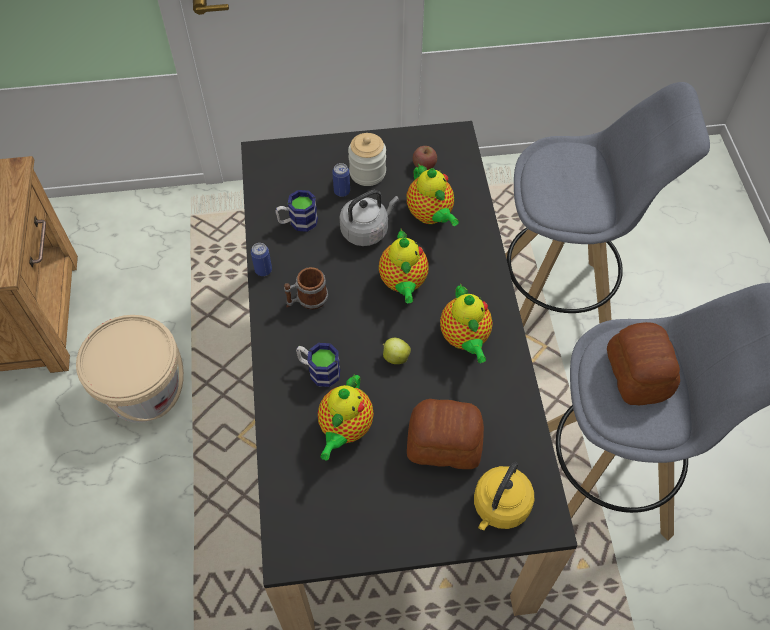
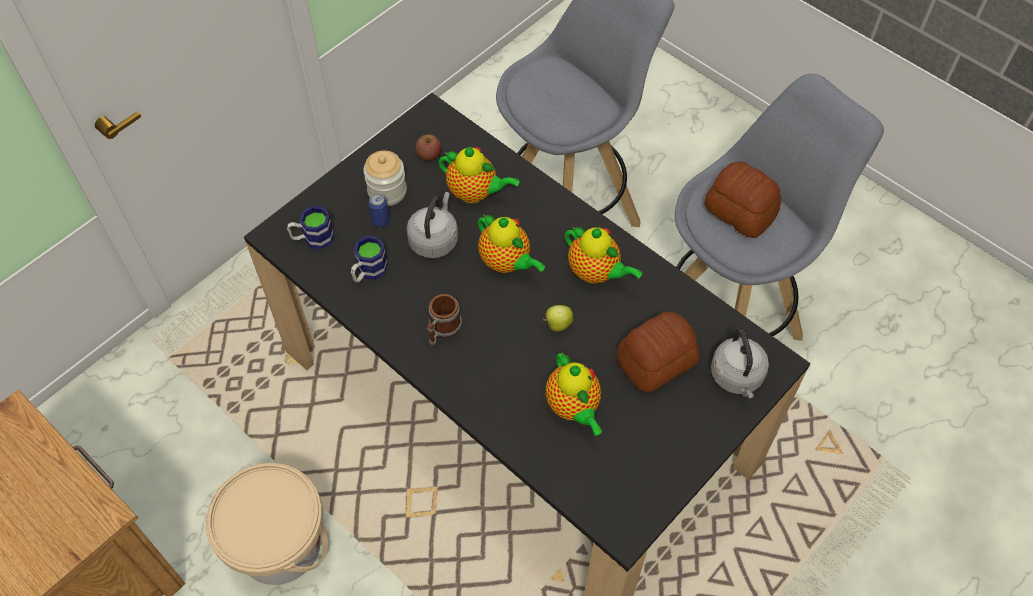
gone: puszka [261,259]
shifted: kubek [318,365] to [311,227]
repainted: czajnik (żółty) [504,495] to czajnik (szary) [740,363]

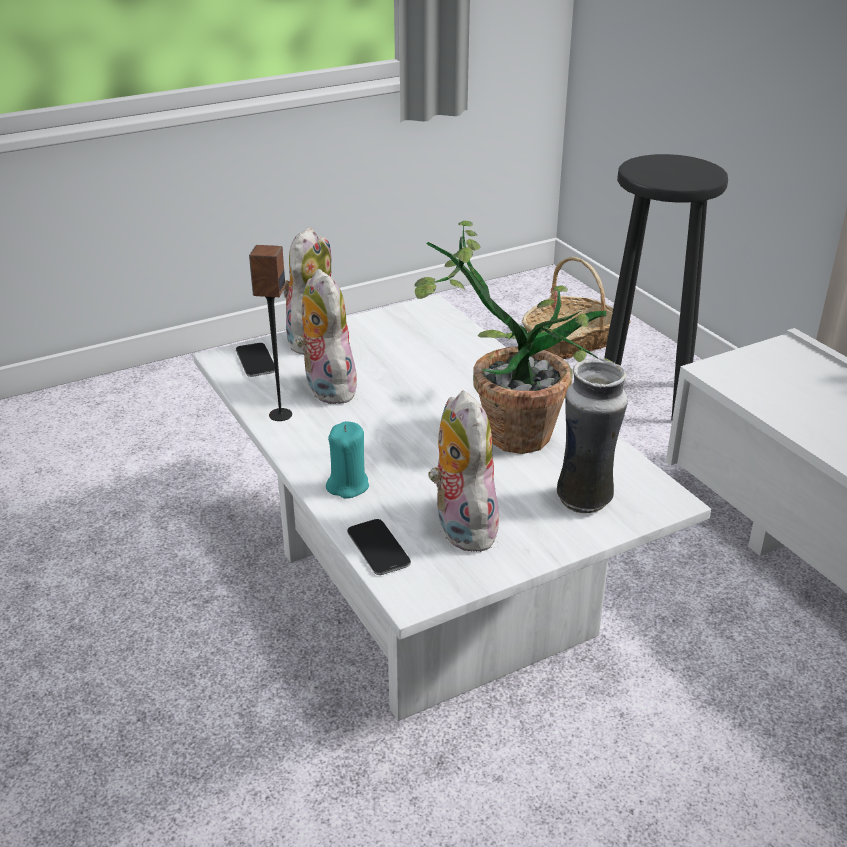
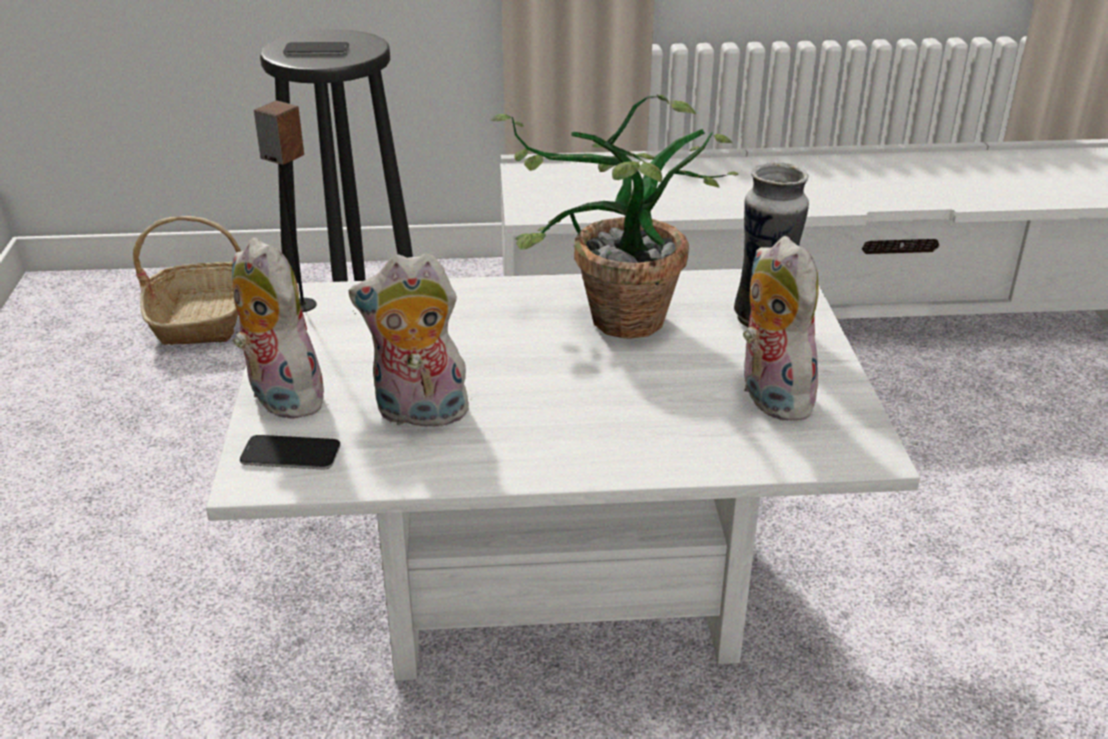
gone: świeca (turkusowy) [347,460]
shifted: głośnik [270,333] to [285,206]; telefon [379,547] to [316,48]
rotated: pluszak [464,471] = [782,328] 60 degrees clockwise

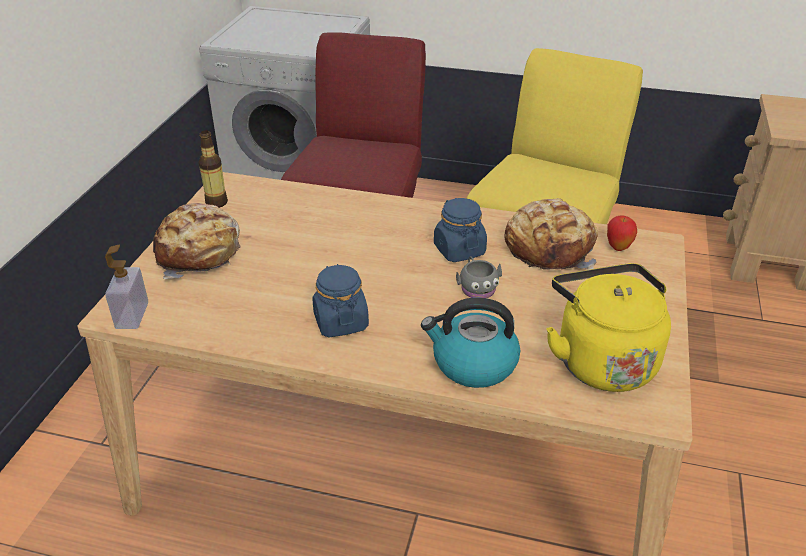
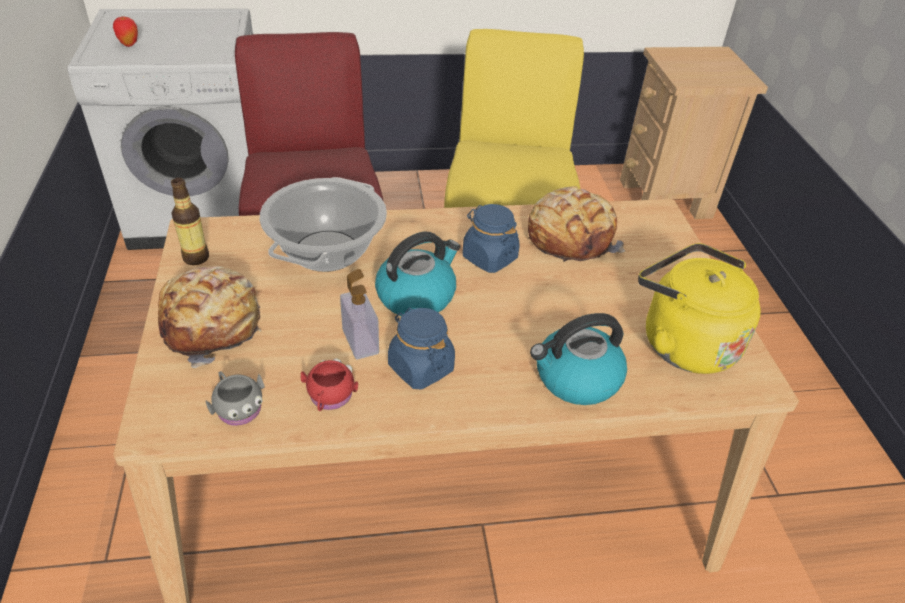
new: garnek [323,224]; czajnik [417,274]; kubek (czerwony) [329,384]
shifted: jabłko [622,233] to [125,32]; dozownik mydła [126,287] to [359,314]; kubek (szary) [479,277] to [235,398]

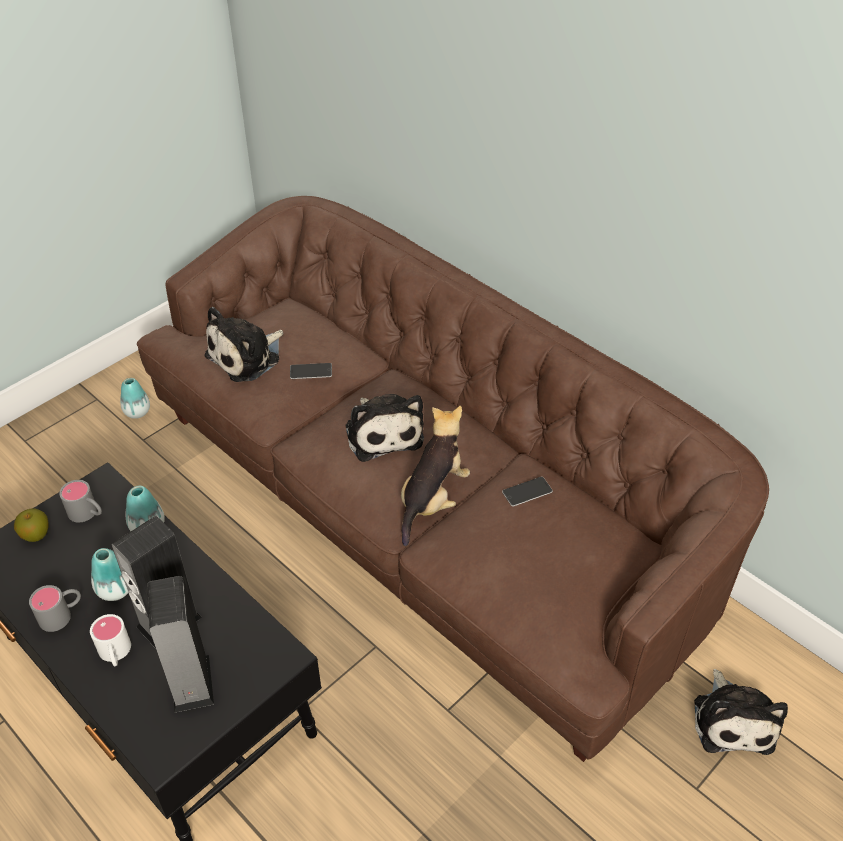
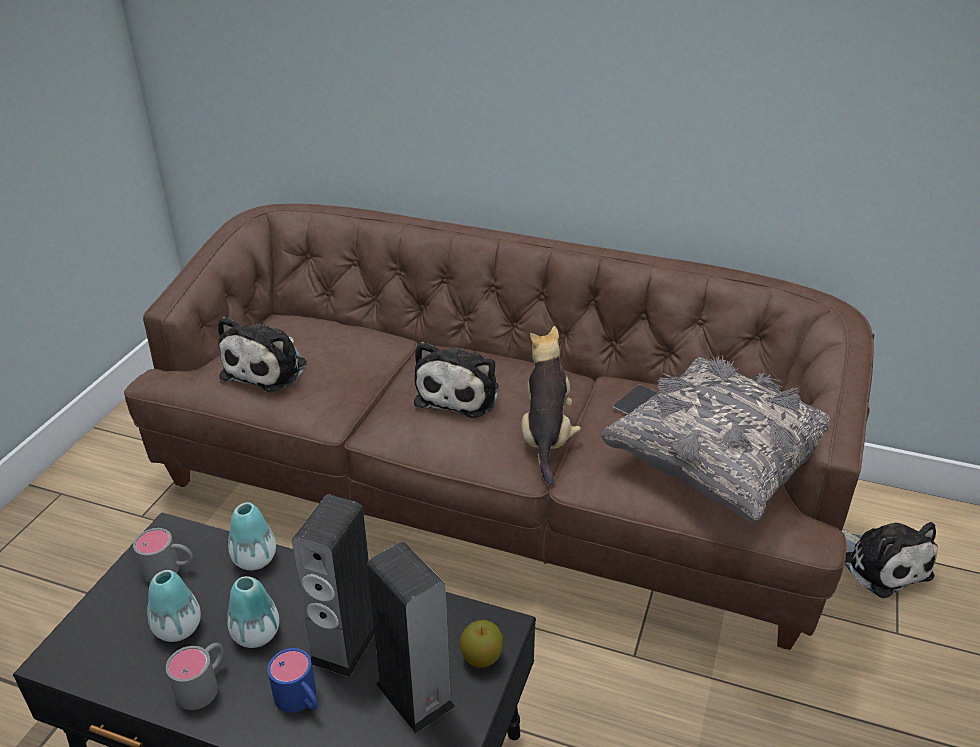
gone: telefon [311,371]
new: poduszka (szary) [715,438]
shifted: wazon [135,398] to [174,606]; jabłko [31,525] to [481,644]
repainted: kubek (biały) [110,640] to kubek (niebieski) [292,680]
rotated: pluszak [384,428] = [456,380] 60 degrees clockwise

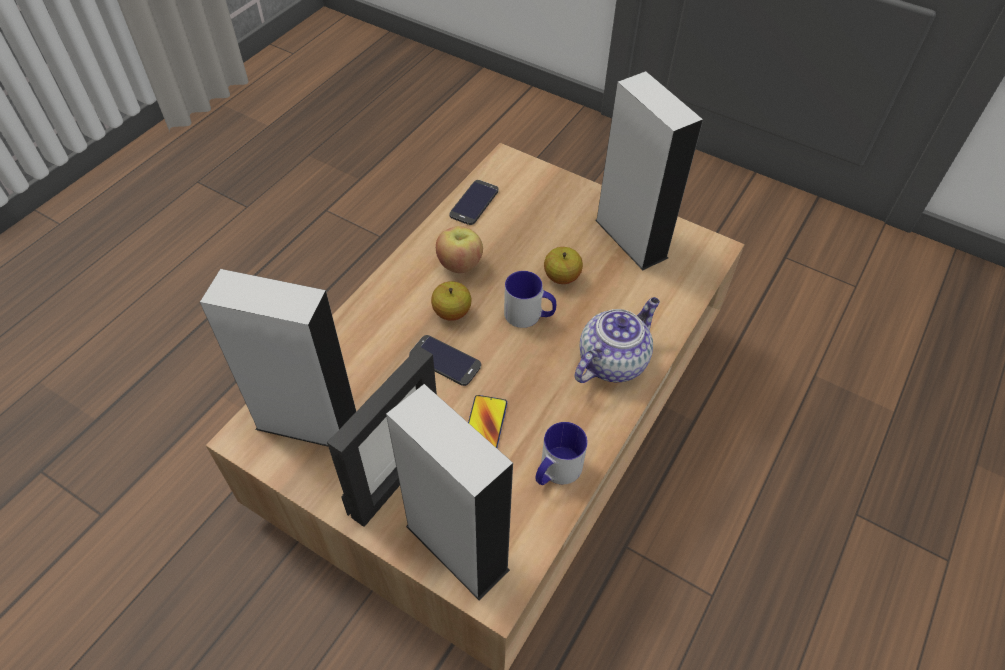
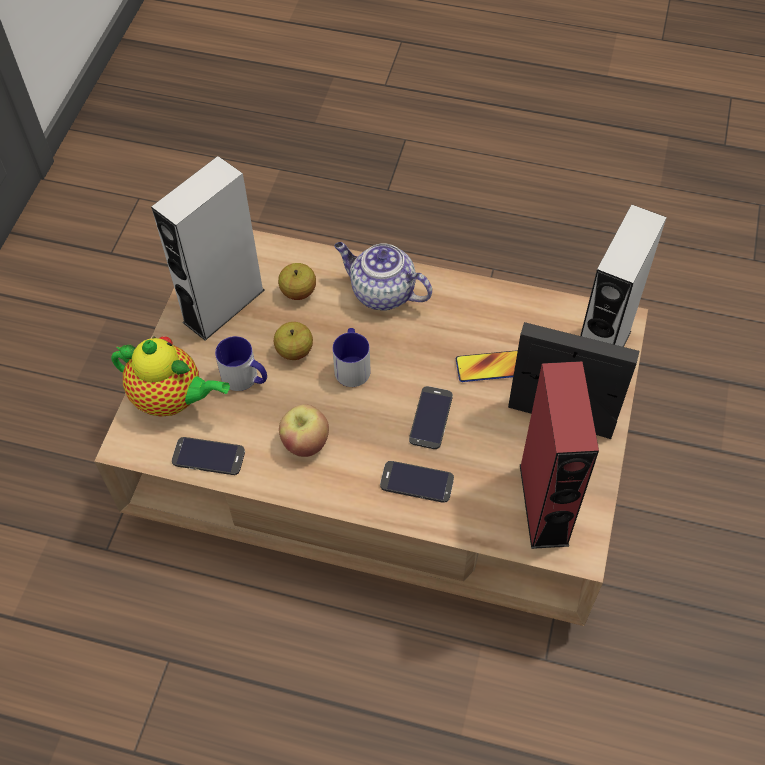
new: imbryk [170,376]; telefon [417,482]
shifted: jabłko [451,301] to [297,281]; kubek [561,453] to [241,363]
repainted: głośnik (szary) [278,357] to głośnik (czerwony) [559,455]

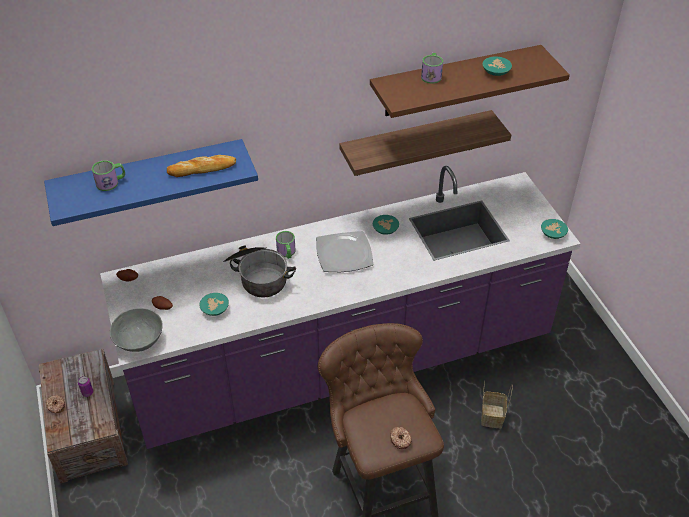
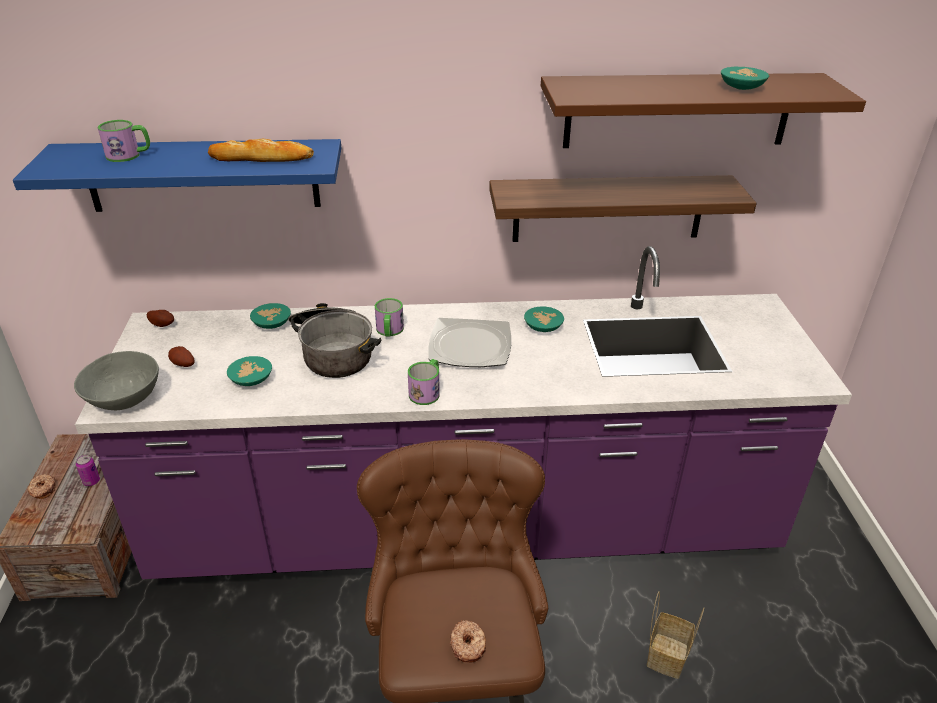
shifted: kubek [432,68] to [424,382]; miska (turkusowy) [554,229] to [270,316]

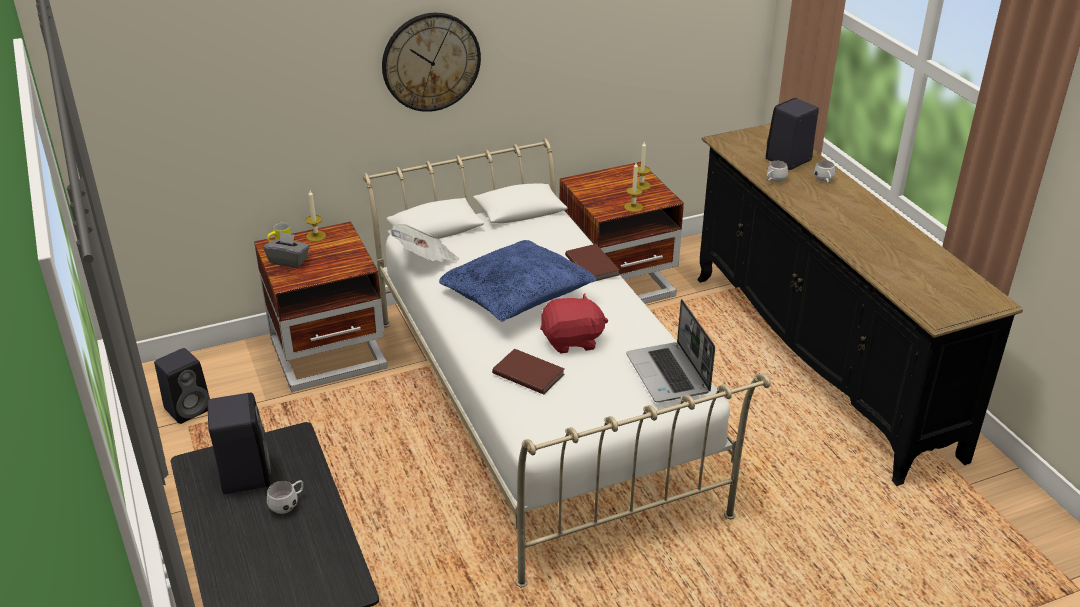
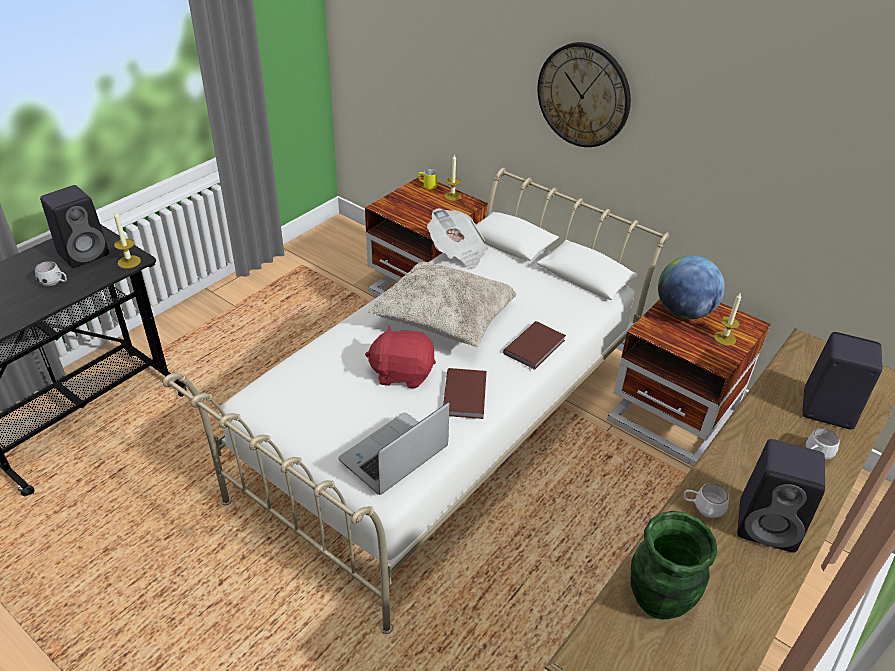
gone: pudełko chusteczek (szary) [286,250]
new: globus [691,287]; wazon (zielony) [674,565]
shifted: kubek (biały) [777,171] to [706,500]; świeca [633,187] to [127,240]; głośnik (czarny) [182,386] to [781,496]; książka (brązowy) [528,372] to [465,393]
repainted: poduszka (niebieski) [517,281] to poduszka (beżowy) [442,305]
rotated: pluszak (czerwony) [574,323] = [400,357] 135 degrees clockwise

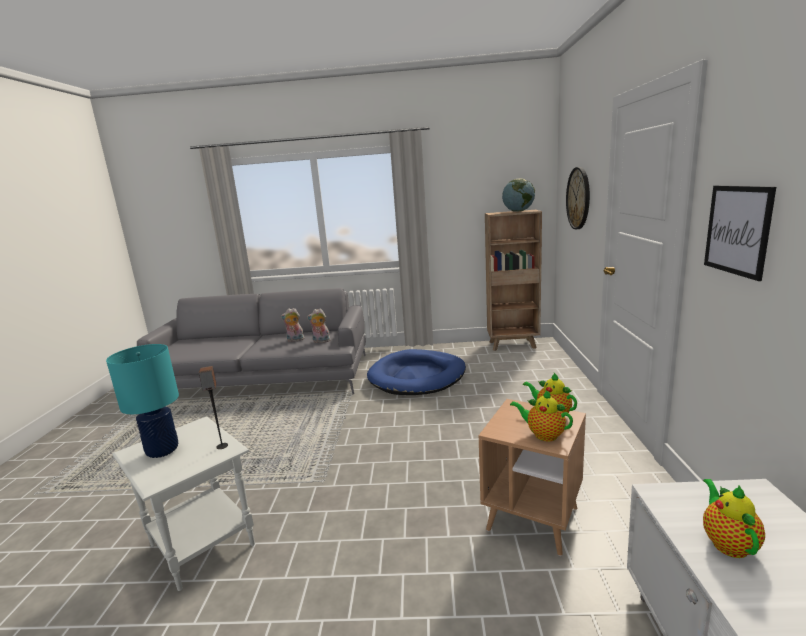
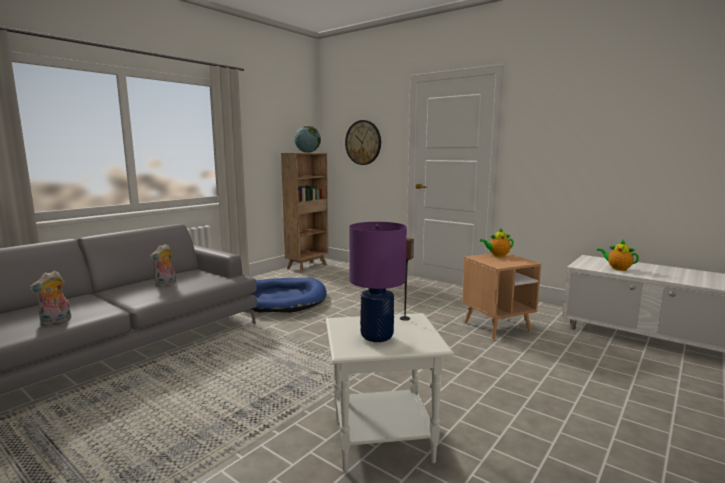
gone: obraz [740,233]; imbryk [541,415]
shifted: pluszak [319,326] to [50,298]
repainted: lampa stołowa (turkusowy) [142,401] to lampa stołowa (fioletowy) [378,282]

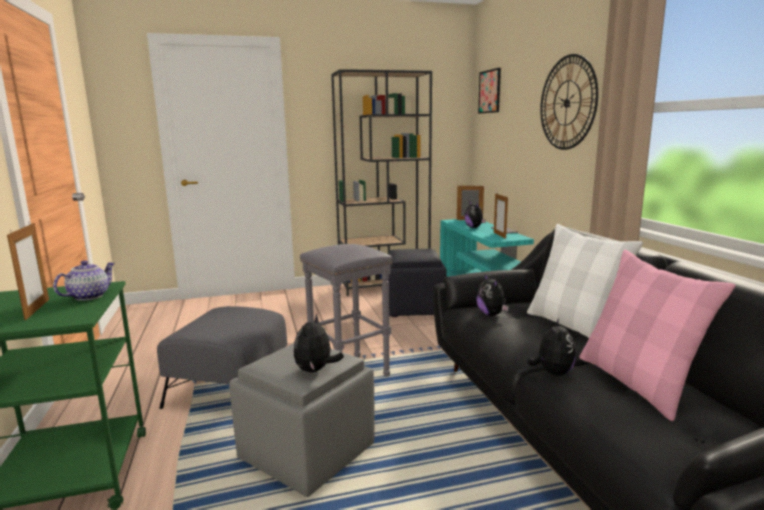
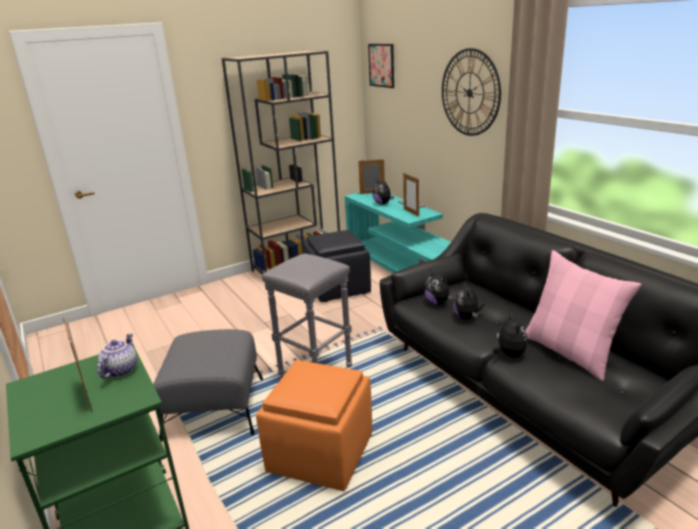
gone: poduszka (biały) [585,281]
shifted: pluszak [319,343] to [468,300]
repainted: pufa (szary) [302,420] to pufa (pomarańczowy) [314,425]

